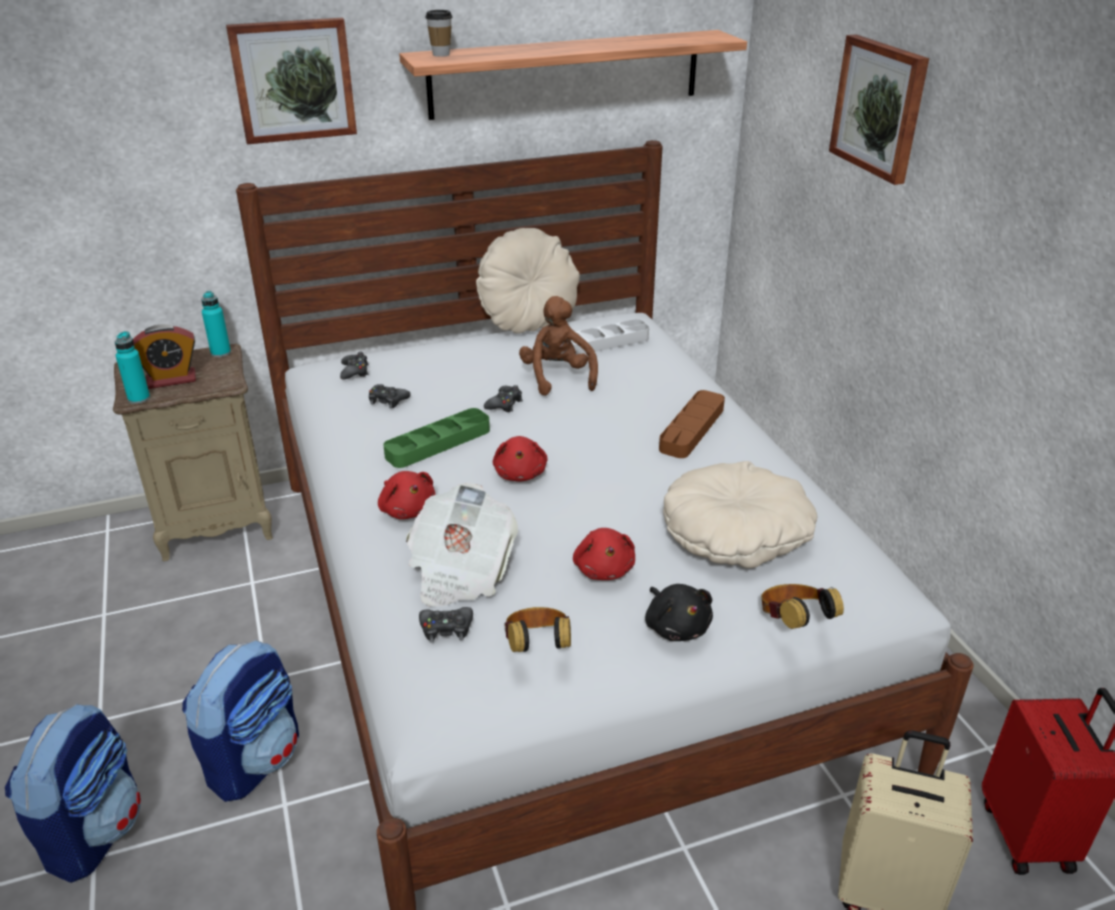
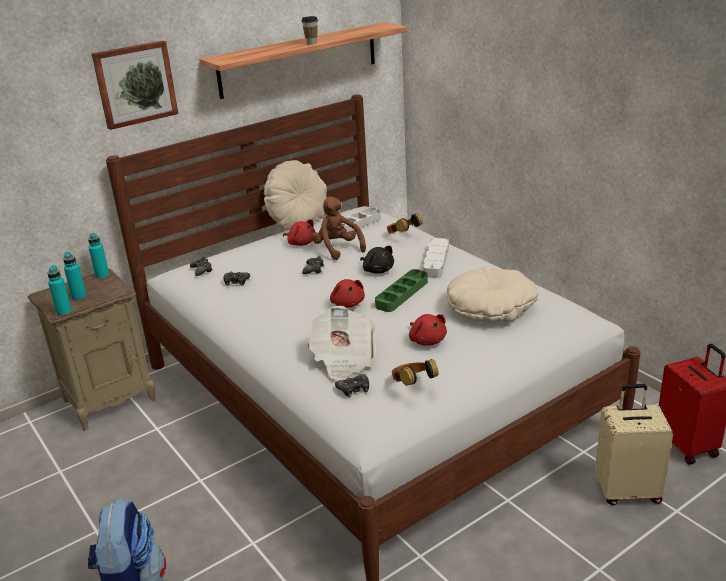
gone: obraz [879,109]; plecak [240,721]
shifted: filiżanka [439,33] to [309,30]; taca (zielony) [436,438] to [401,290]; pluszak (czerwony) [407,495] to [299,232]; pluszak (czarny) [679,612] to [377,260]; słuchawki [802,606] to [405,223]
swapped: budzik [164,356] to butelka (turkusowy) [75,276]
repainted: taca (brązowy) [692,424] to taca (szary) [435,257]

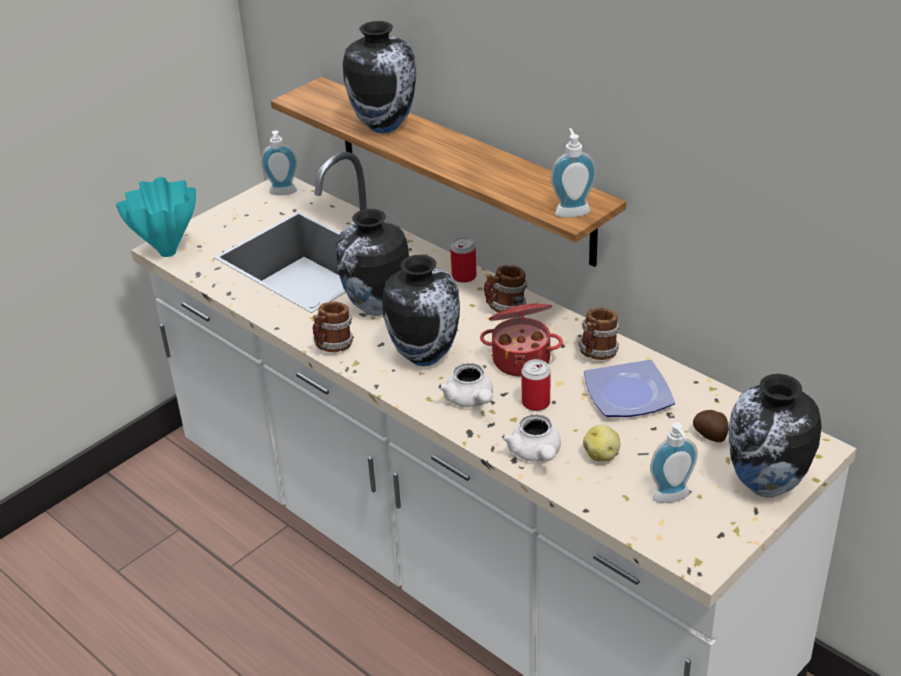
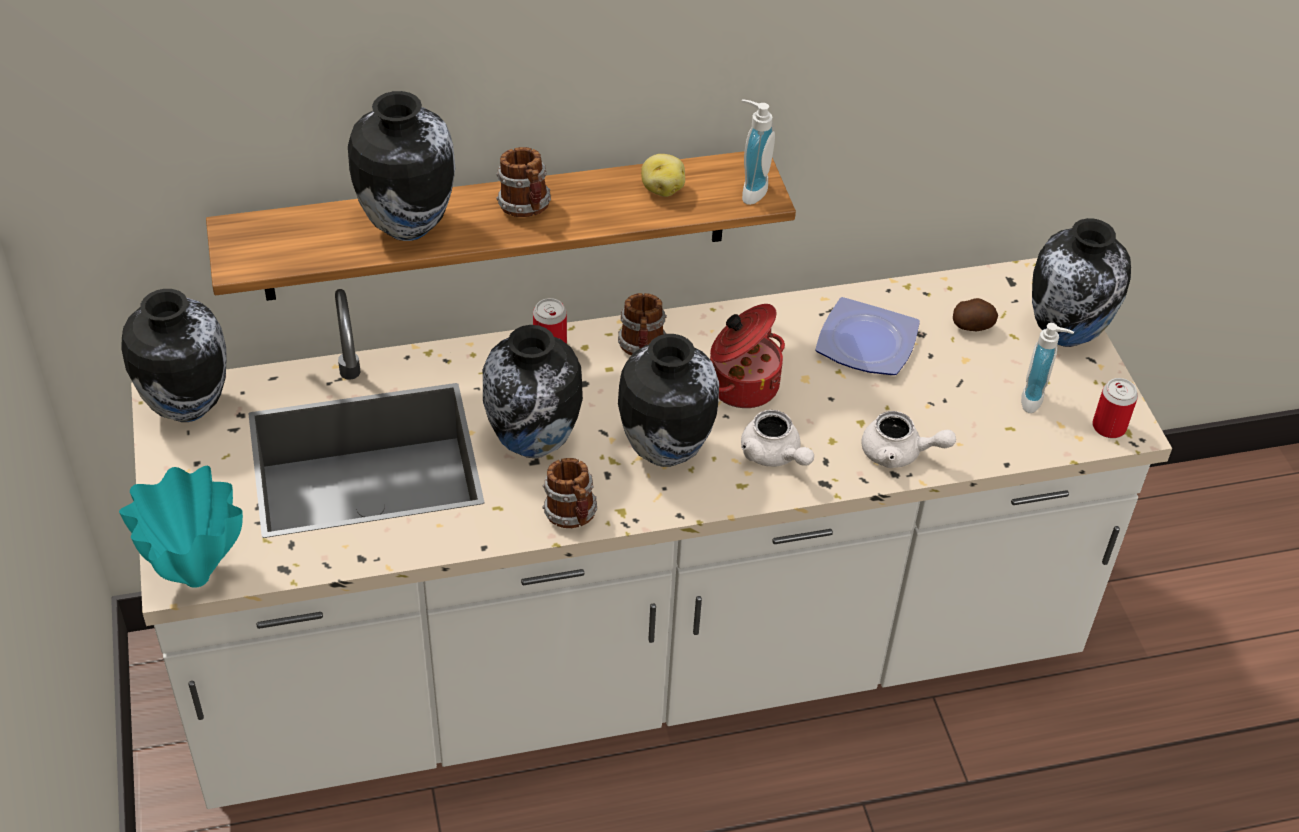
shifted: kubek [598,334] to [523,182]; puszka [535,385] to [1115,408]; ziemniak [601,443] to [663,175]
swapped: dozownik mydła [279,163] to wazon [174,355]
rotated: imbryk (biały) [465,385] = [777,438] 45 degrees clockwise

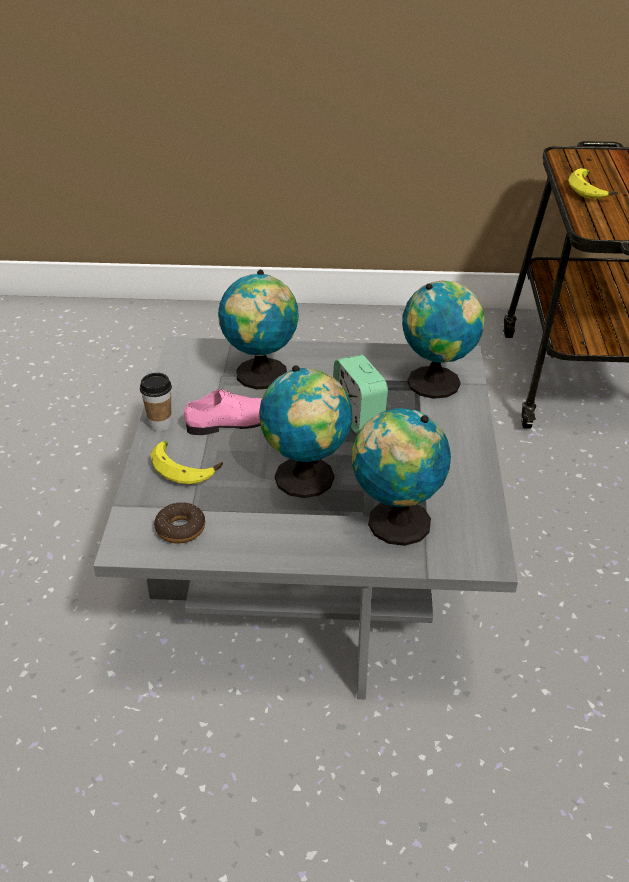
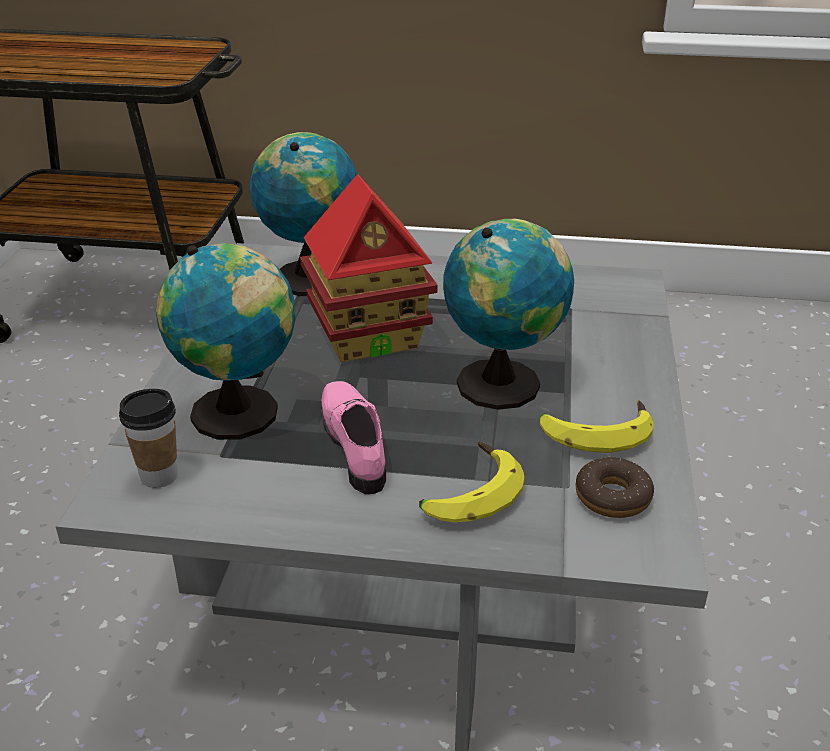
gone: globus [401,477]
shifted: banan [593,183] to [597,426]; filiżanka [156,402] to [148,438]
swapped: budzik [360,394] to domek [368,268]

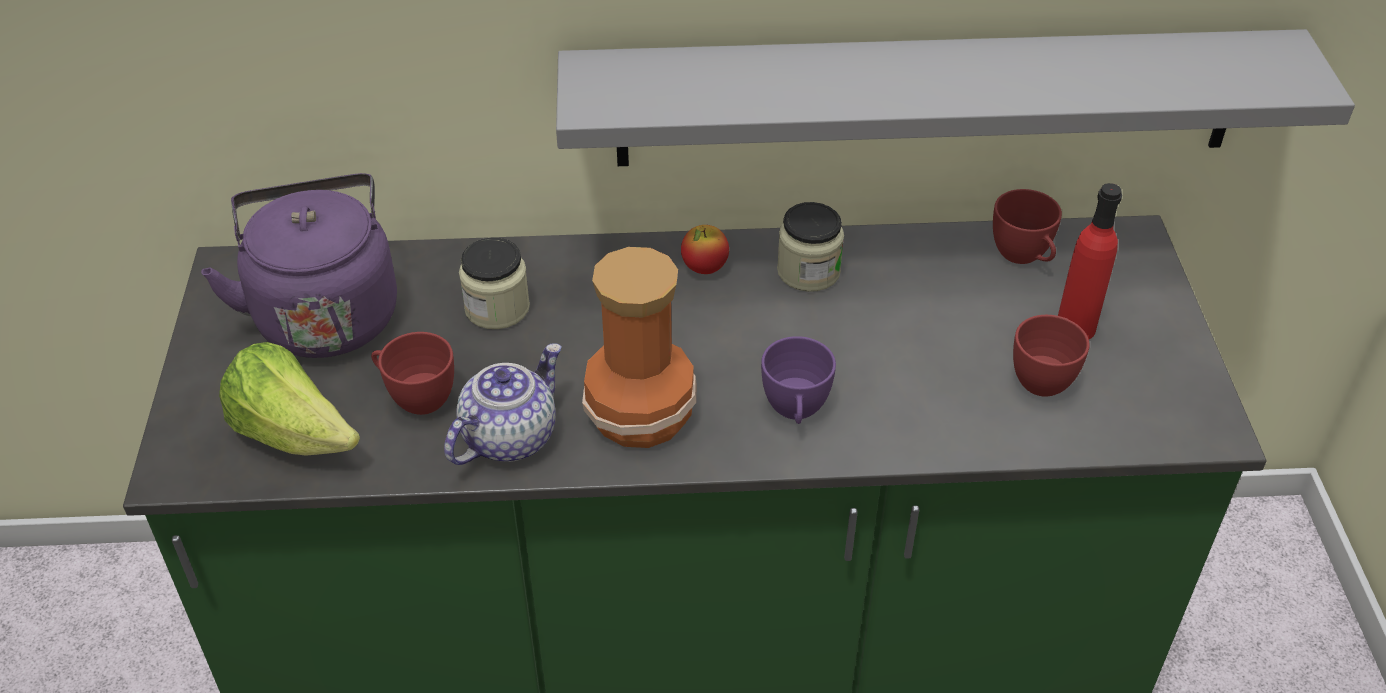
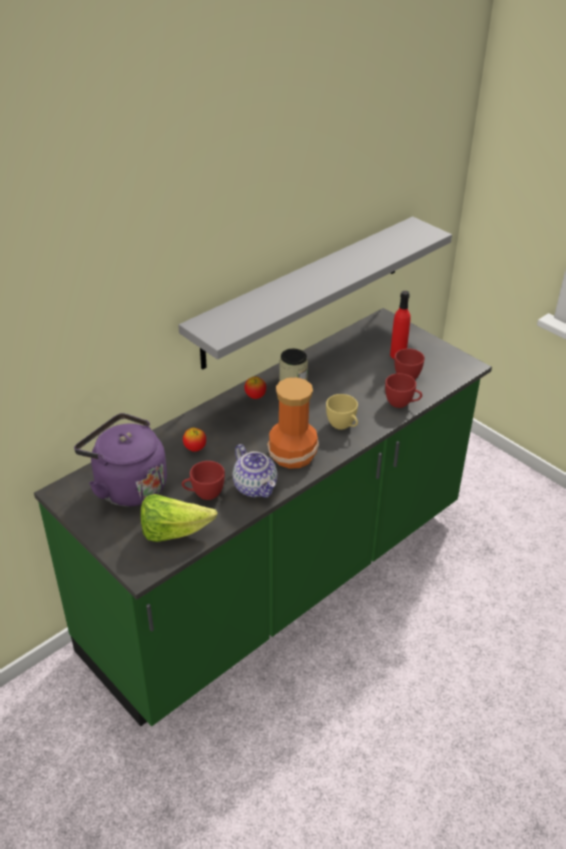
shifted: filiżanka (czerwony) [1027,226] to [403,390]
swapped: słoik [494,283] to jabłko [194,440]
repainted: filiżanka (fioletowy) [798,380] to filiżanka (żółty) [342,412]
rotated: imbryk [503,404] = [255,471] 150 degrees clockwise

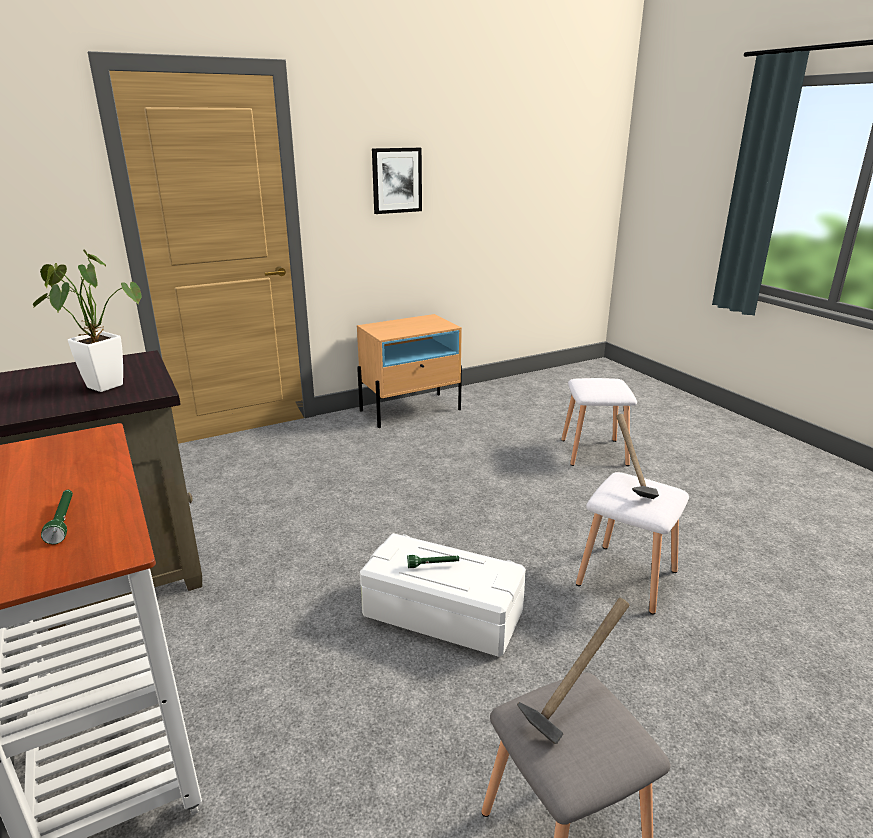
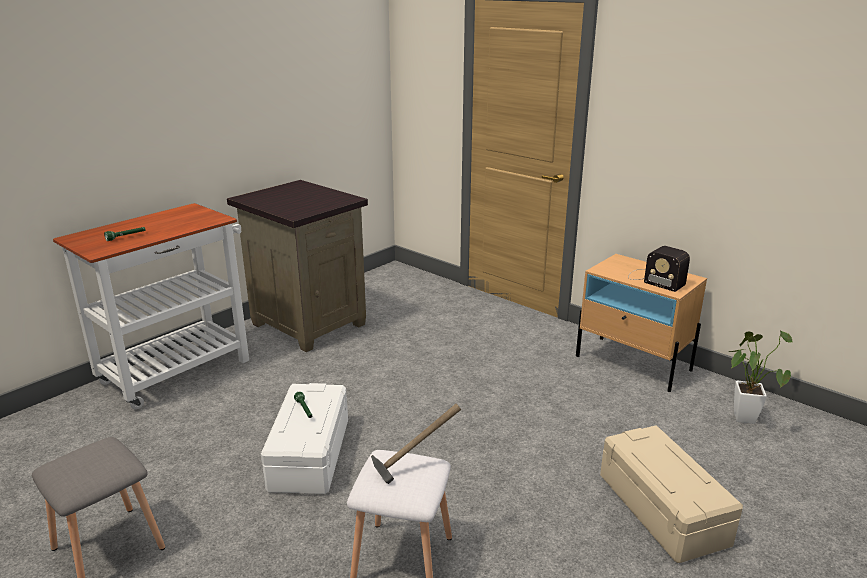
gone: obraz [397,181]; młotek [573,671]
new: radio [659,269]
shifted: roślina doniczkowa [87,320] to [760,377]
swapped: stołek (biały) [599,422] to pojemnik do przechowywania (beżowy) [671,494]

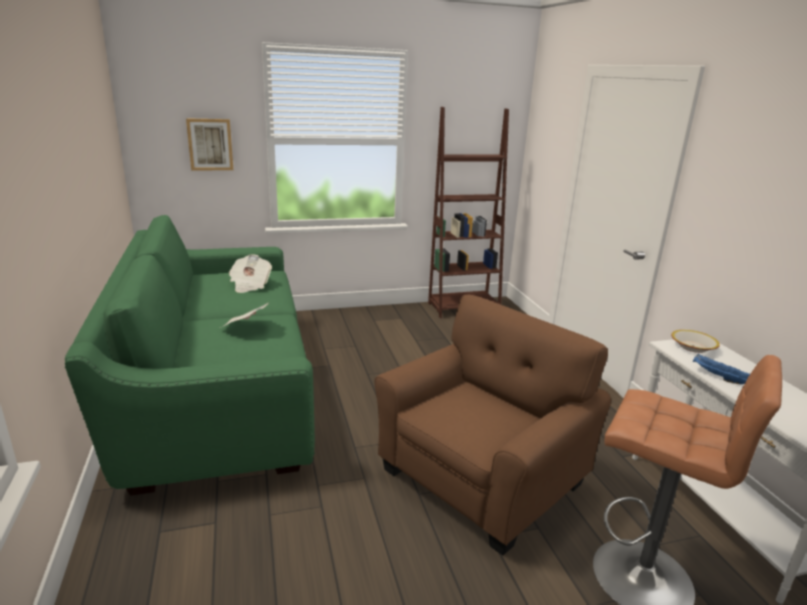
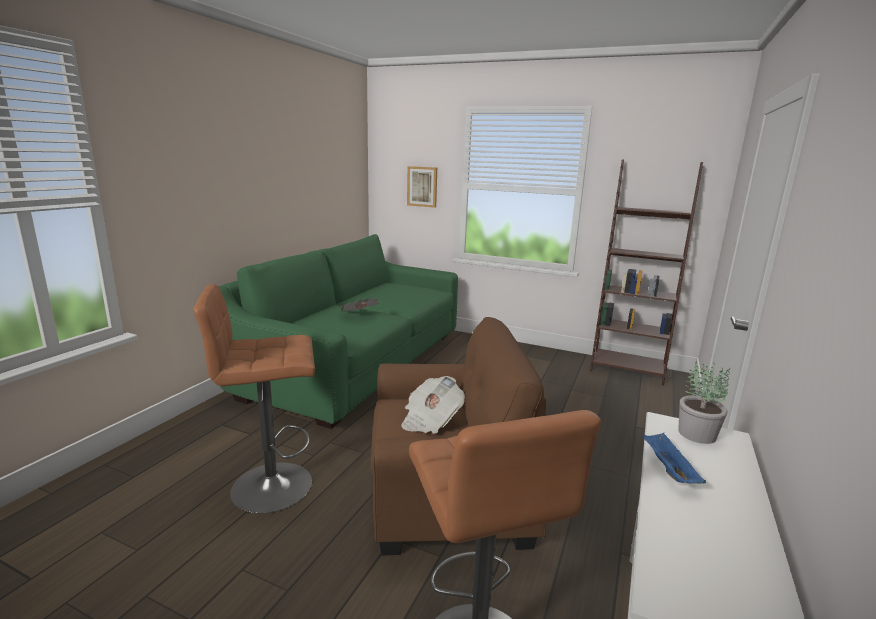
new: stołek (brązowy) [254,398]
shifted: gazeta [250,273] to [433,405]
swapped: miska [695,341] to roślina doniczkowa [704,403]

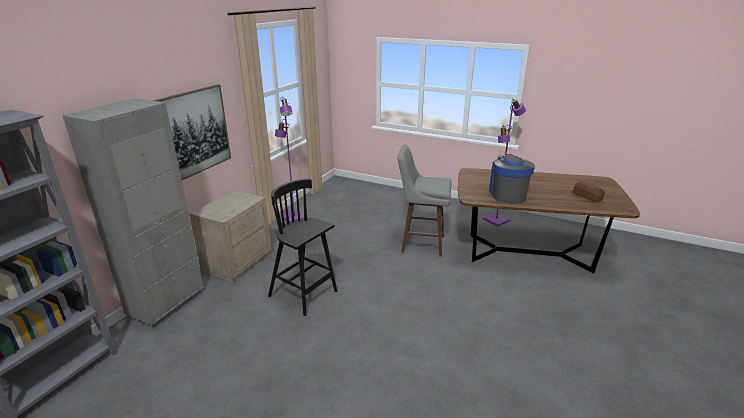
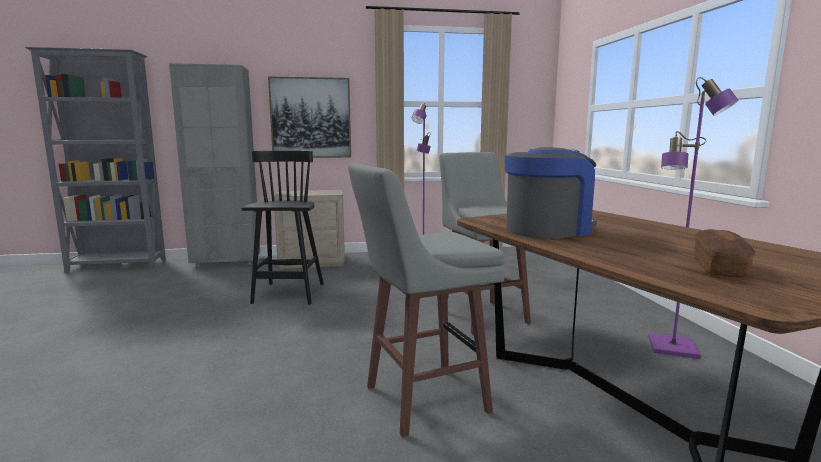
new: stołek (szary) [426,300]

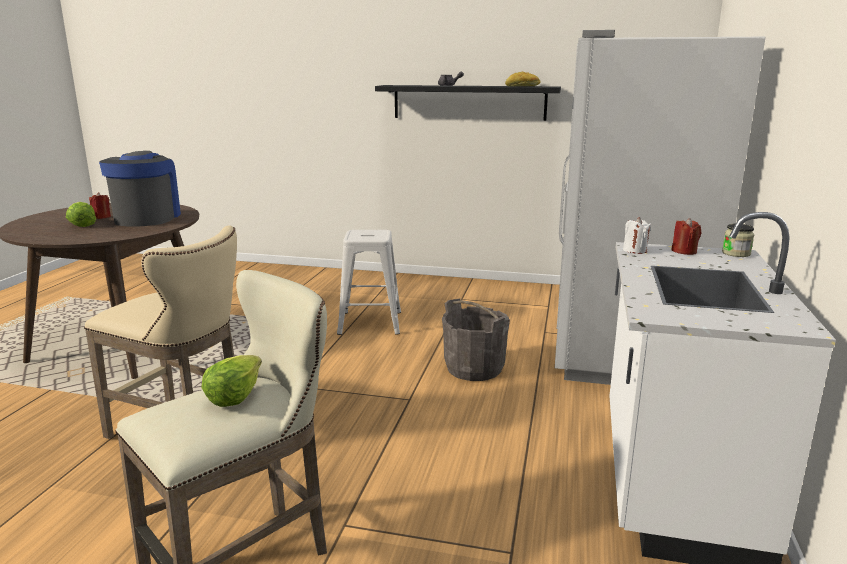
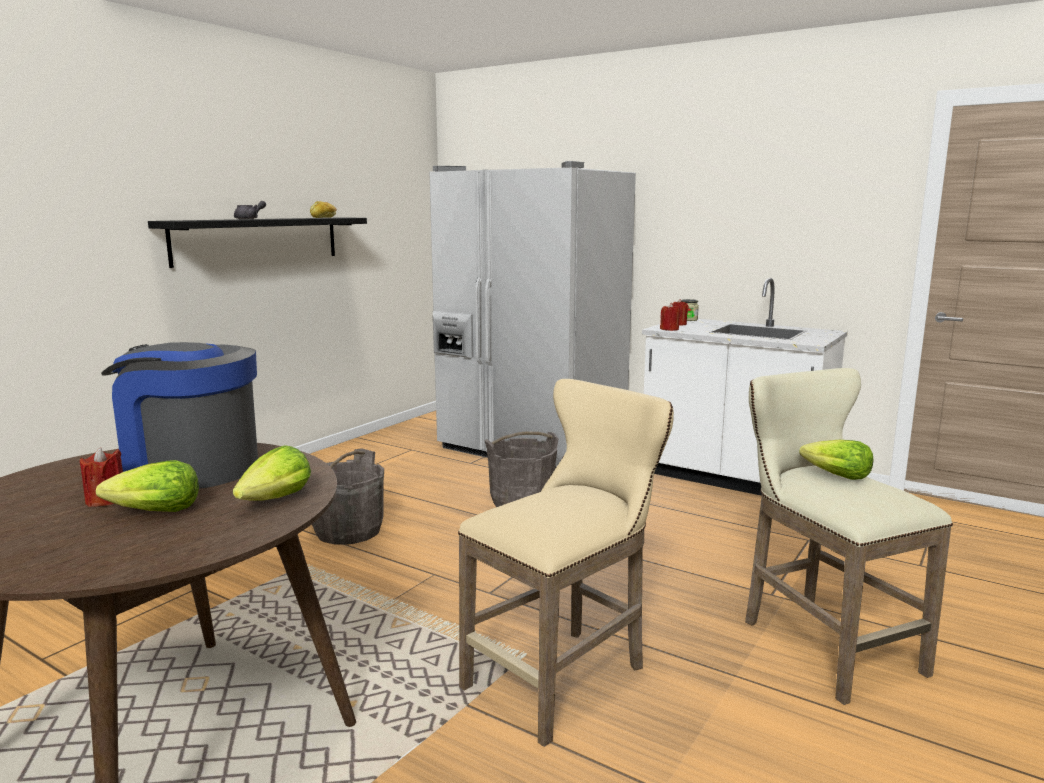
new: sałata [272,473]
swapped: stołek (biały) [369,282] to wiadro (szary) [348,496]
repainted: świeca (biały) [637,235] to świeca (czerwony) [670,317]

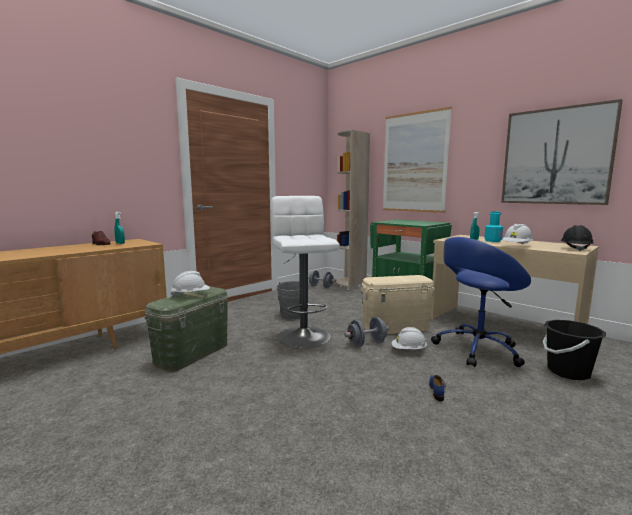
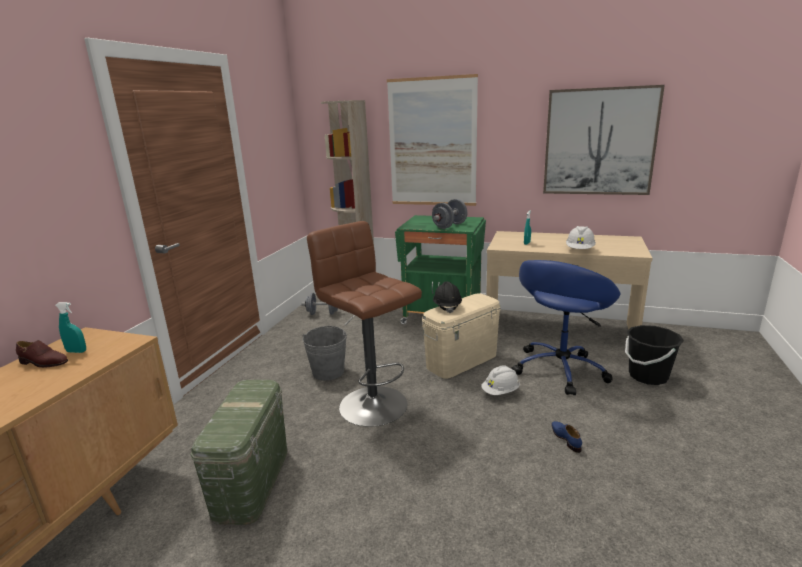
gone: butelka (turkusowy) [493,226]; kask (biały) [190,284]
shifted: kask (czarny) [577,238] to [447,297]; hantel (szary) [367,332] to [449,214]
repainted: stołek (biały) [305,272] to stołek (brązowy) [364,324]

